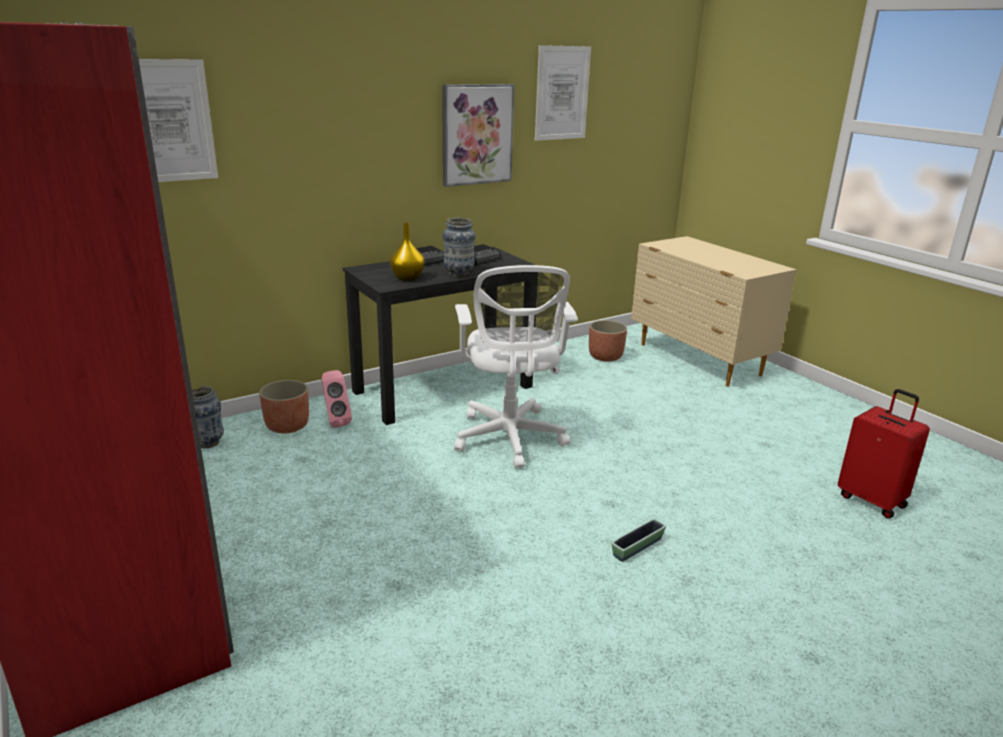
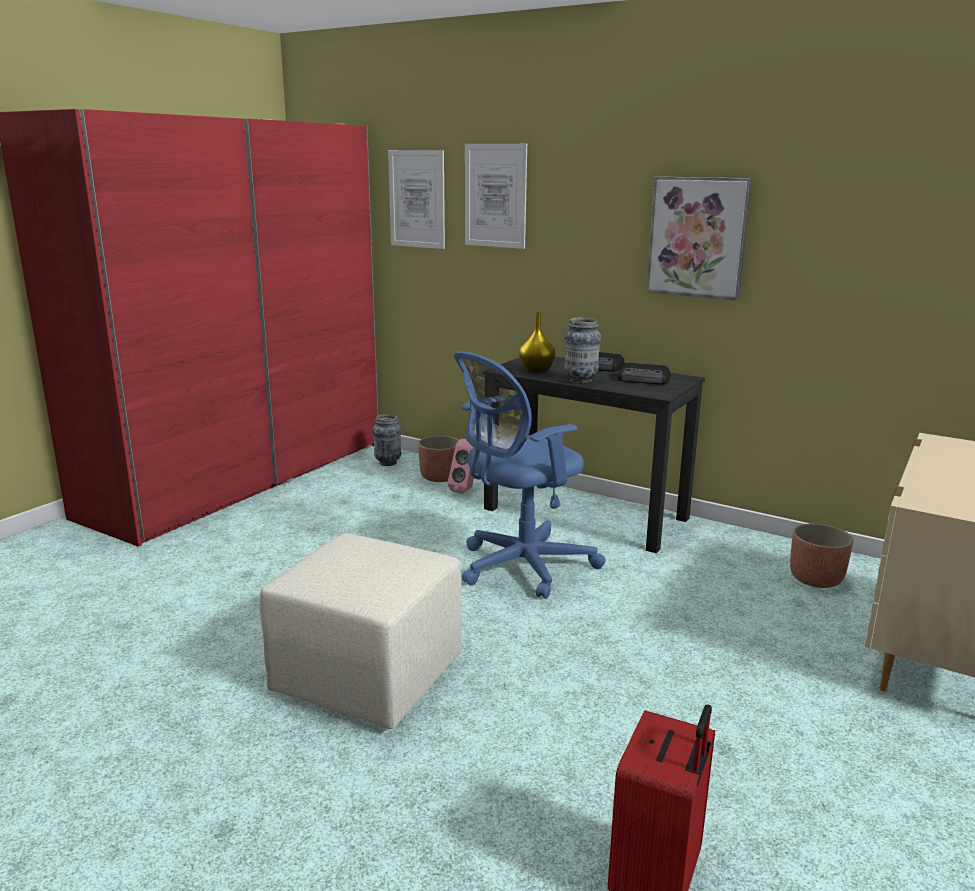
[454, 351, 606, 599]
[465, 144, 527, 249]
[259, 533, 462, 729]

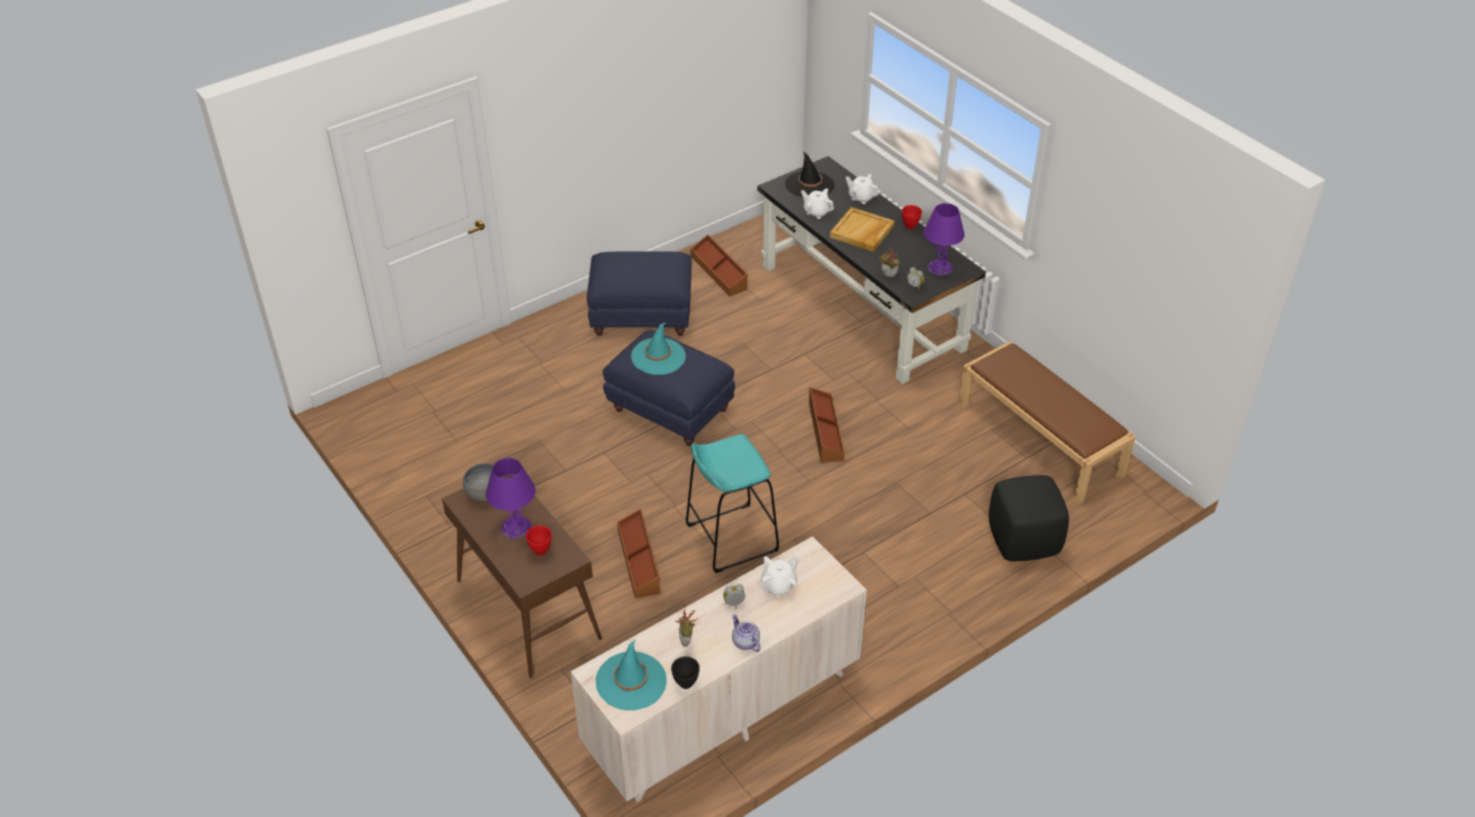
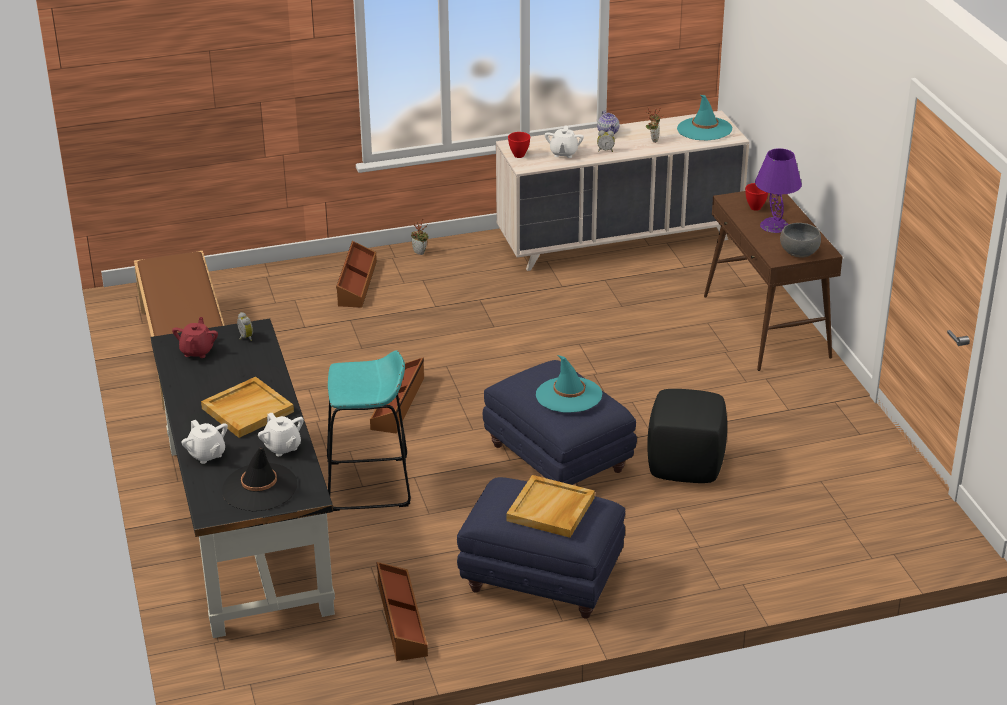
[336, 241, 377, 308]
[671, 656, 700, 689] (first image)
[327, 350, 411, 511]
[545, 126, 584, 158]
[411, 218, 429, 255]
[508, 132, 530, 158]
[172, 317, 218, 358]
[647, 389, 727, 483]
[506, 475, 595, 538]

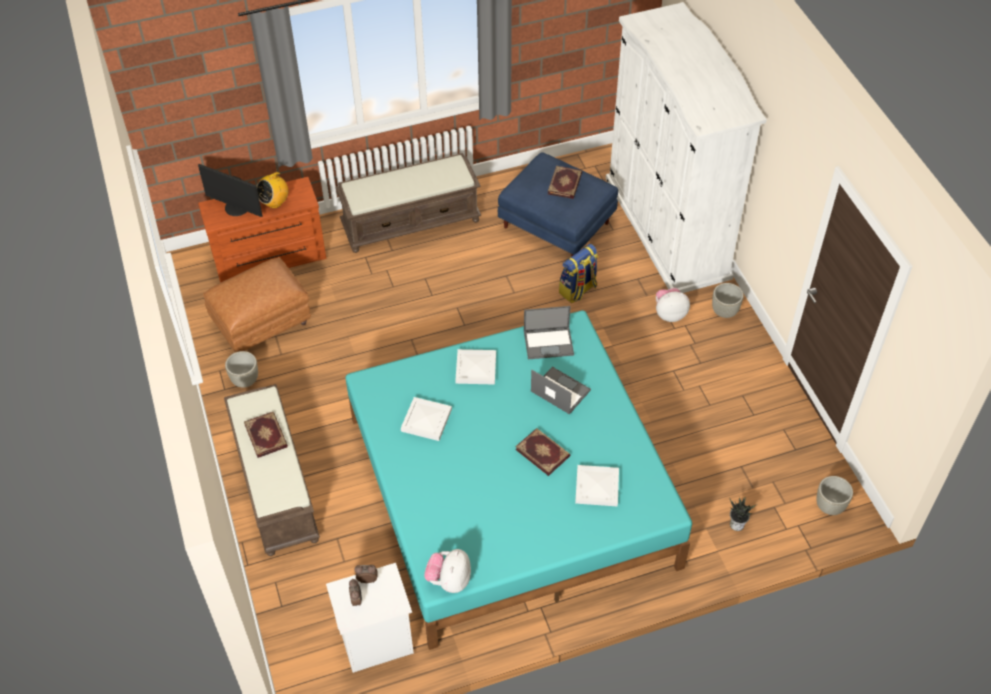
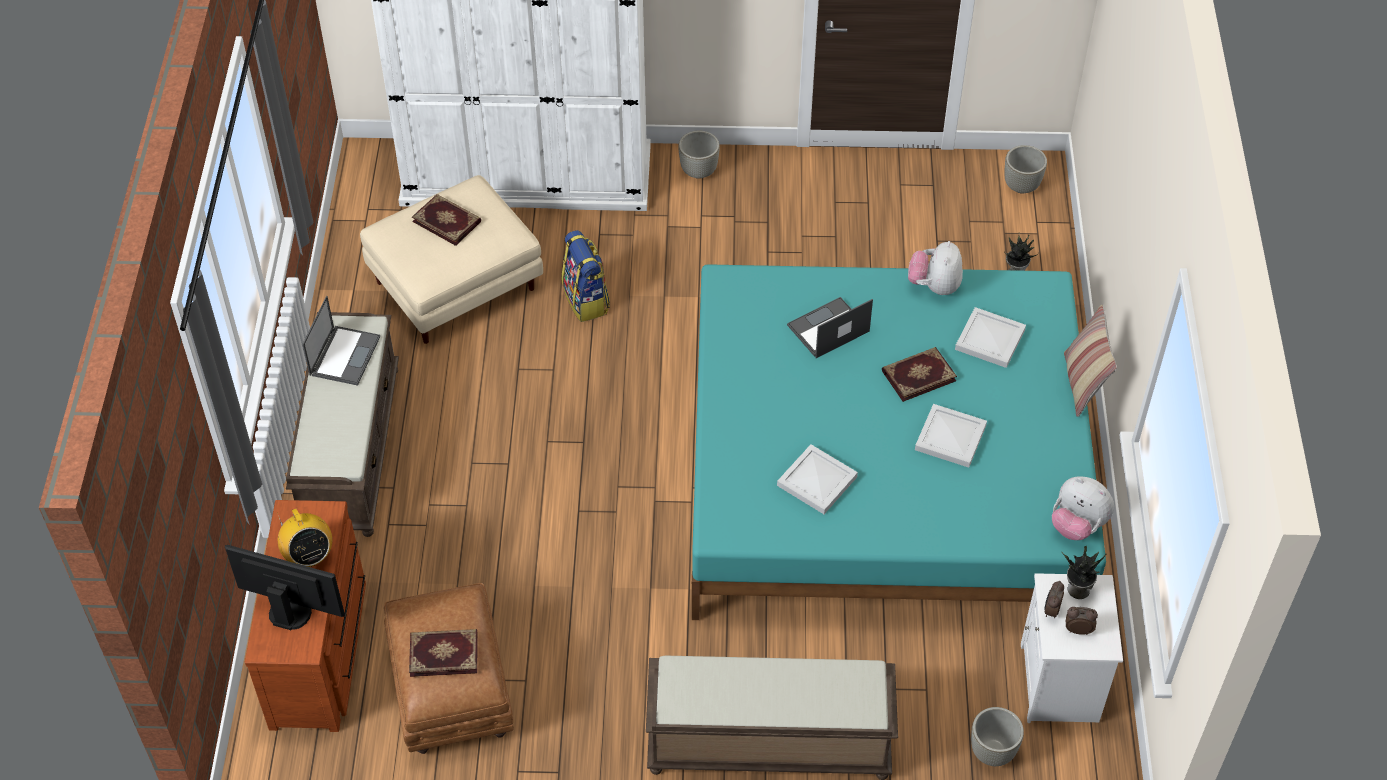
[225, 545, 345, 630]
[971, 707, 1024, 766]
[409, 629, 478, 677]
[915, 404, 987, 468]
[360, 175, 543, 344]
[302, 296, 380, 386]
[908, 241, 963, 295]
[1061, 546, 1106, 599]
[1064, 304, 1117, 417]

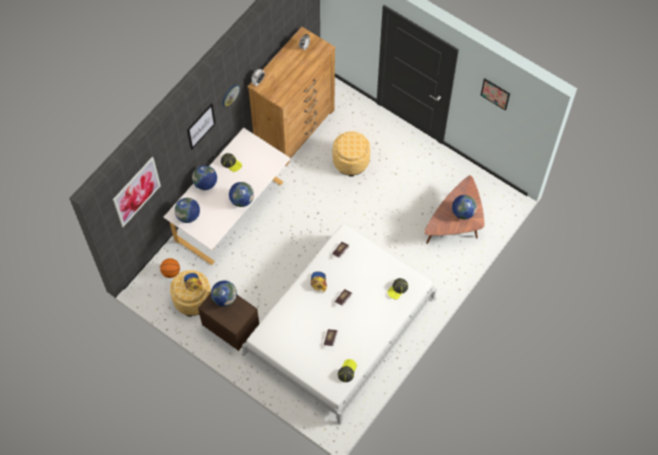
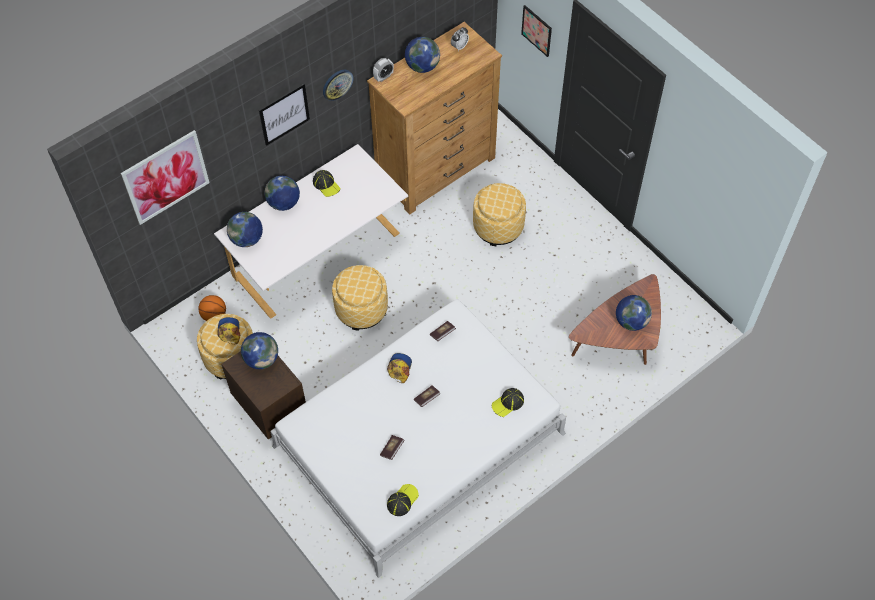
[405, 37, 440, 73]
[521, 5, 552, 57]
[332, 265, 388, 331]

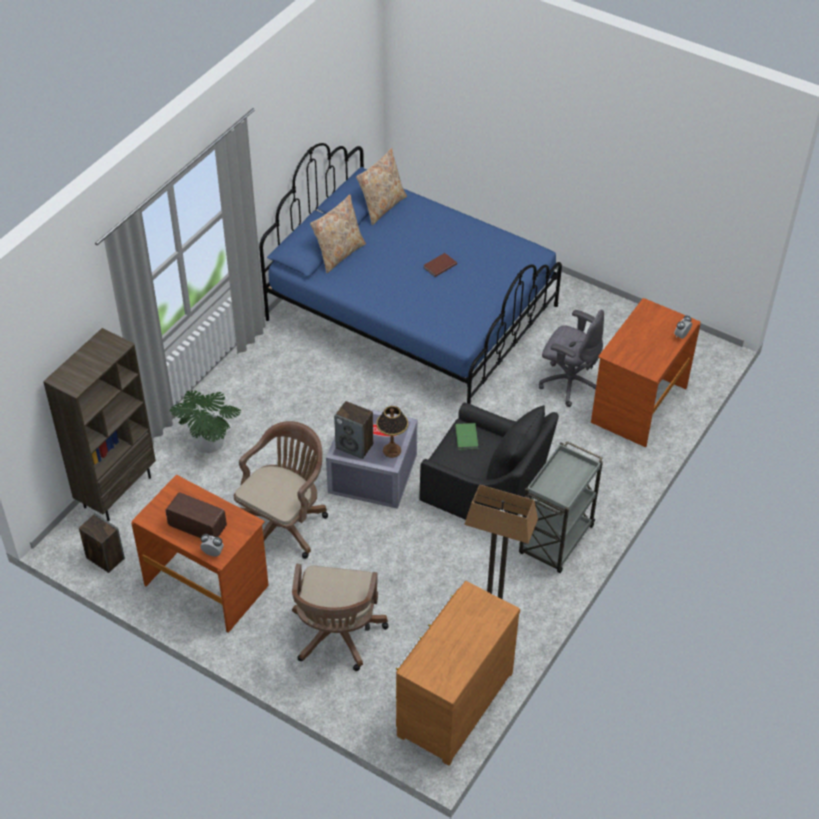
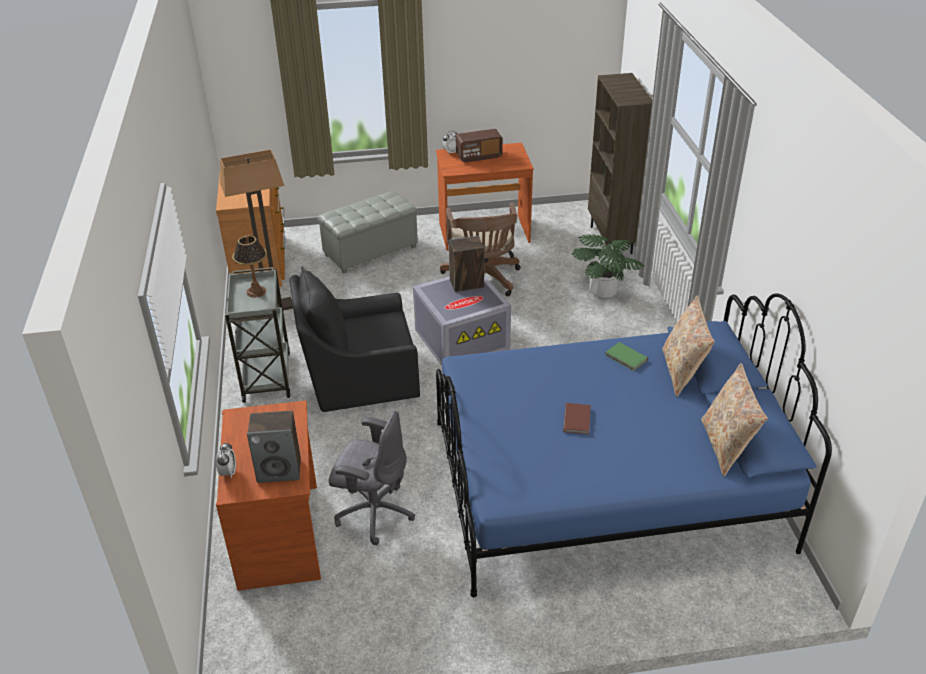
[247, 411, 301, 483]
[318, 191, 418, 273]
[232, 235, 267, 298]
[605, 342, 648, 371]
[328, 411, 415, 545]

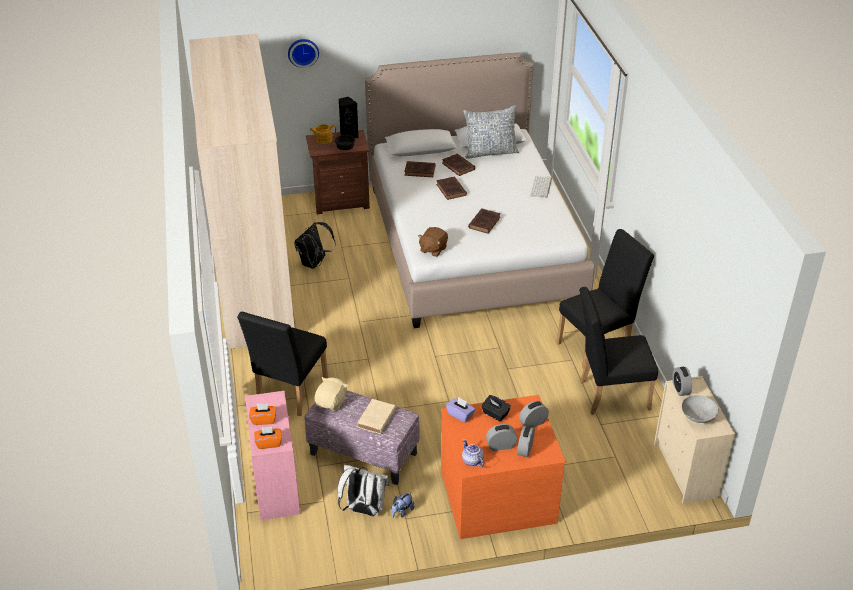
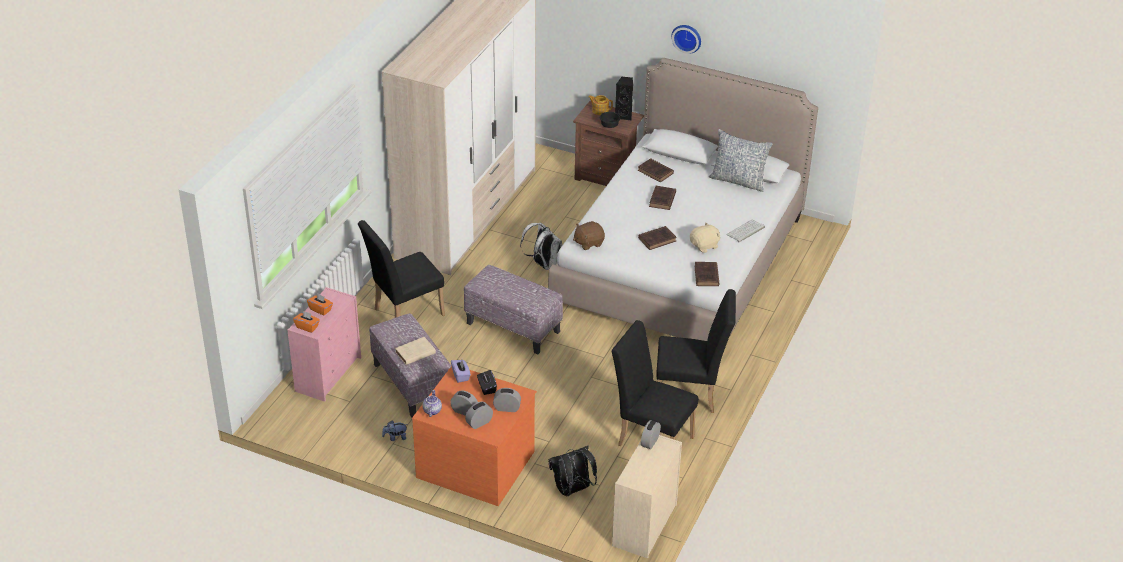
[671, 25, 701, 54]
[549, 446, 597, 497]
[690, 222, 720, 253]
[520, 222, 562, 270]
[695, 262, 719, 286]
[682, 395, 719, 423] (first image)
[464, 265, 563, 355]

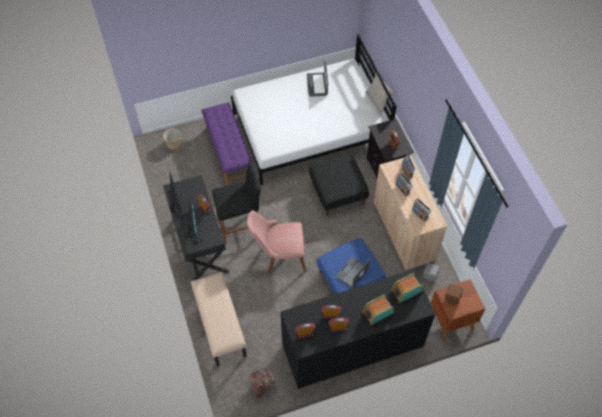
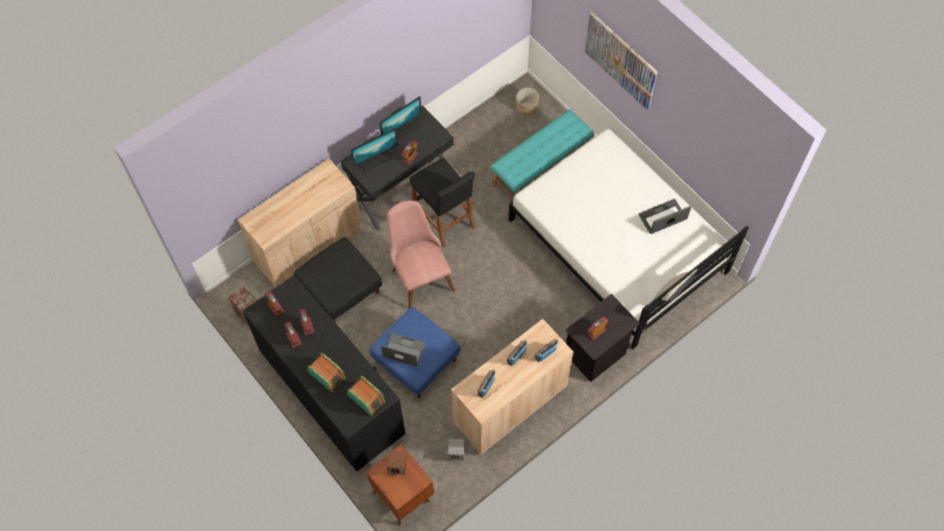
[238, 158, 362, 288]
[490, 109, 595, 198]
[294, 237, 382, 323]
[585, 12, 658, 110]

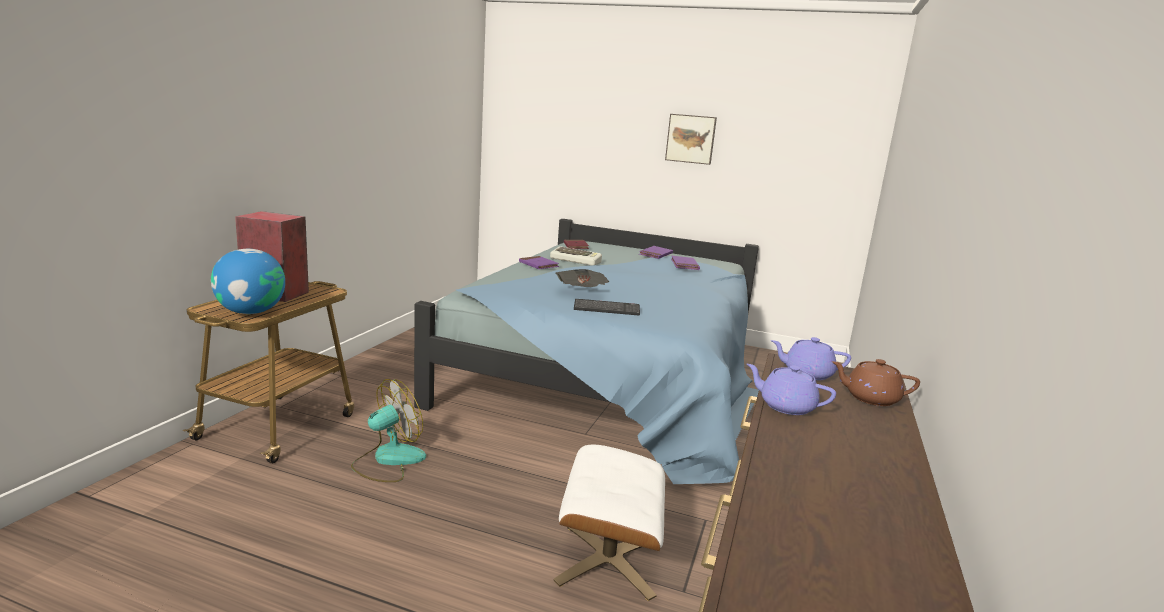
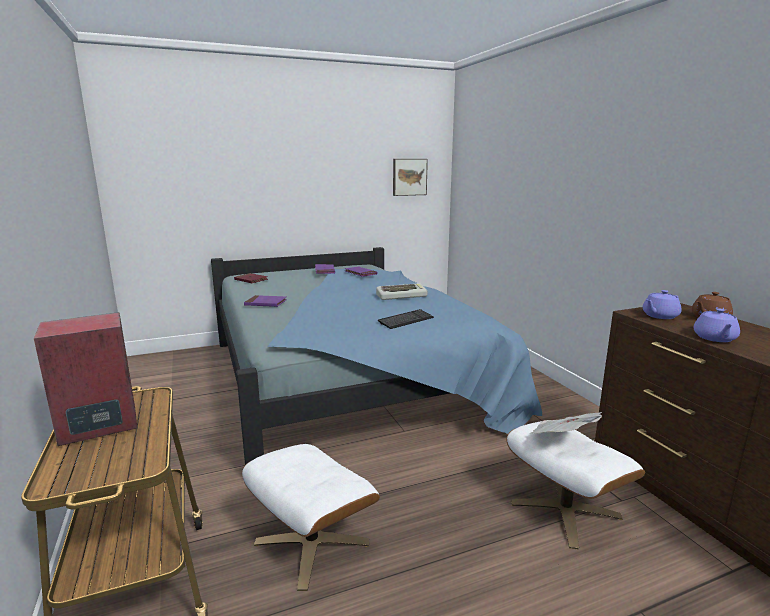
[211, 249, 285, 314] (first image)
[242, 444, 380, 591]
[376, 283, 428, 300]
[529, 412, 602, 434]
[393, 159, 428, 196]
[694, 308, 740, 342]

